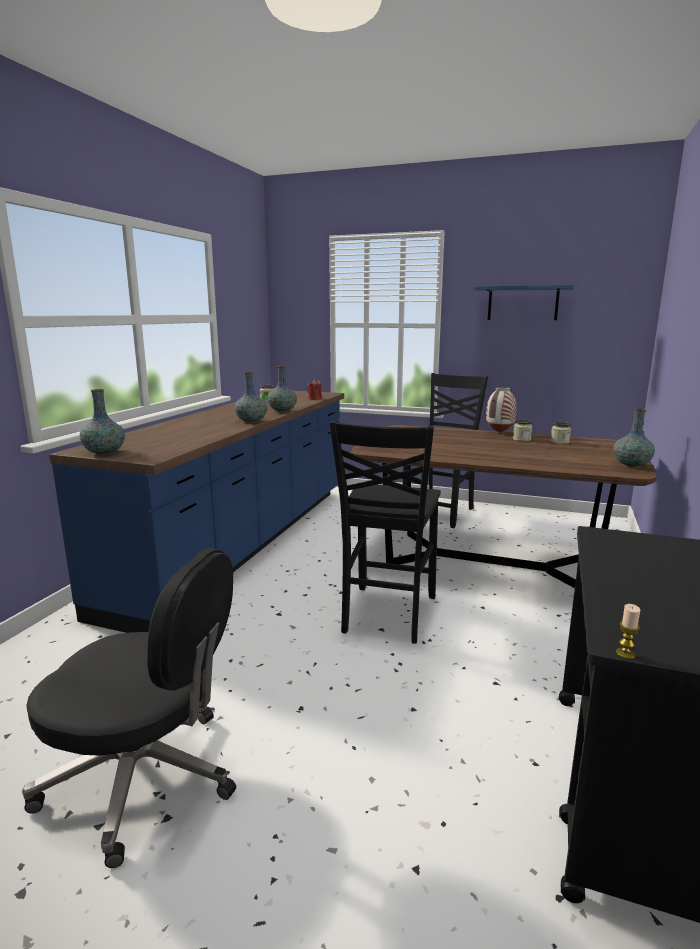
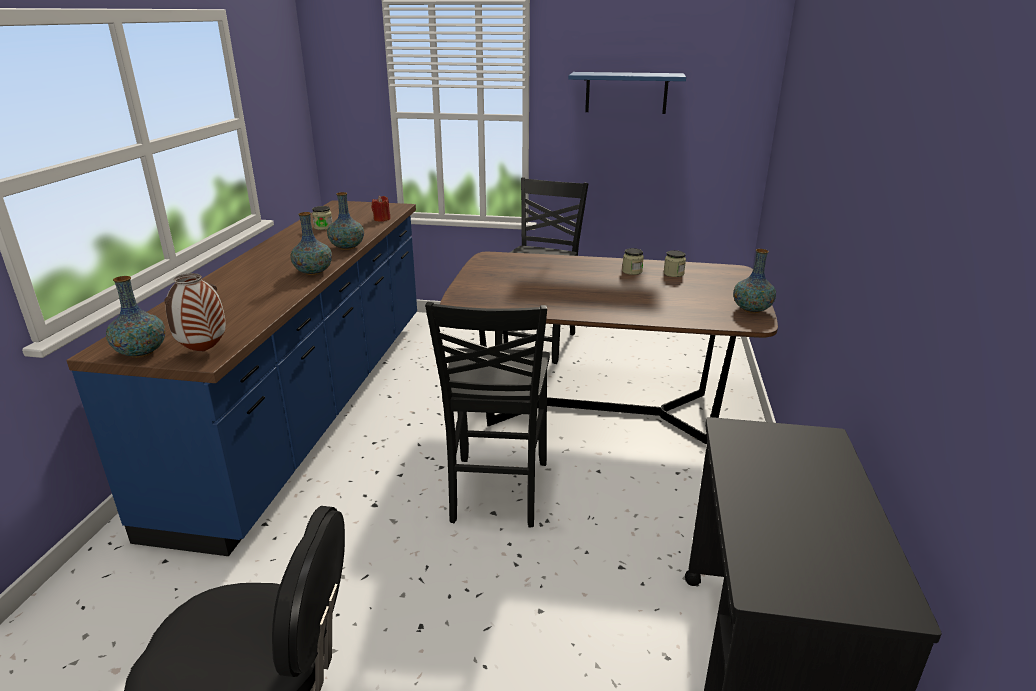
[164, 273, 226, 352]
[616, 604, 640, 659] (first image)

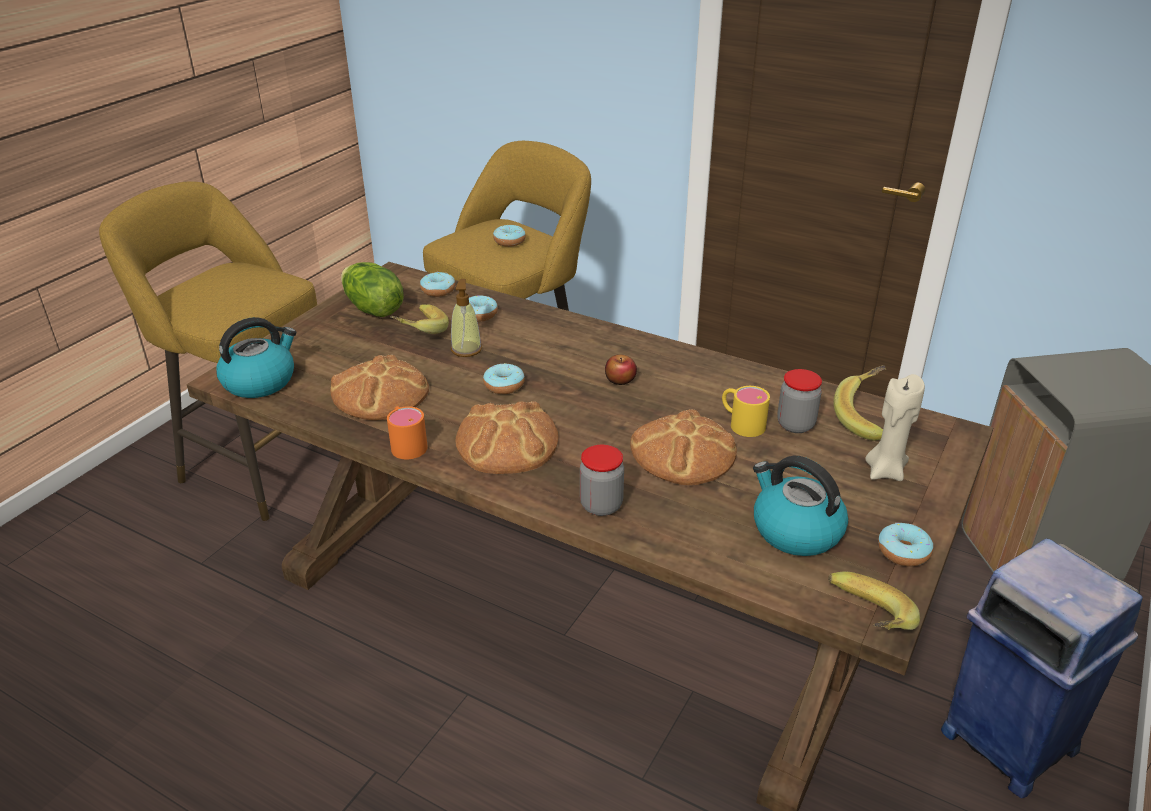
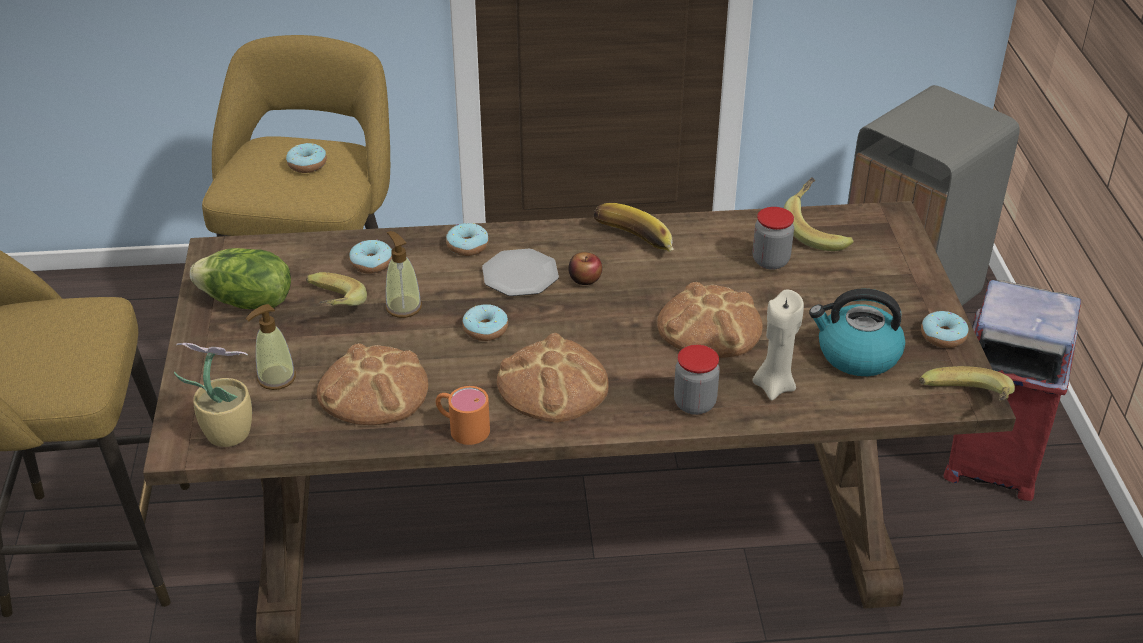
[174, 343, 252, 447]
[446, 223, 489, 256]
[722, 386, 770, 437] (first image)
[753, 289, 804, 401]
[944, 280, 1081, 501]
[245, 304, 296, 390]
[482, 249, 559, 296]
[594, 203, 674, 252]

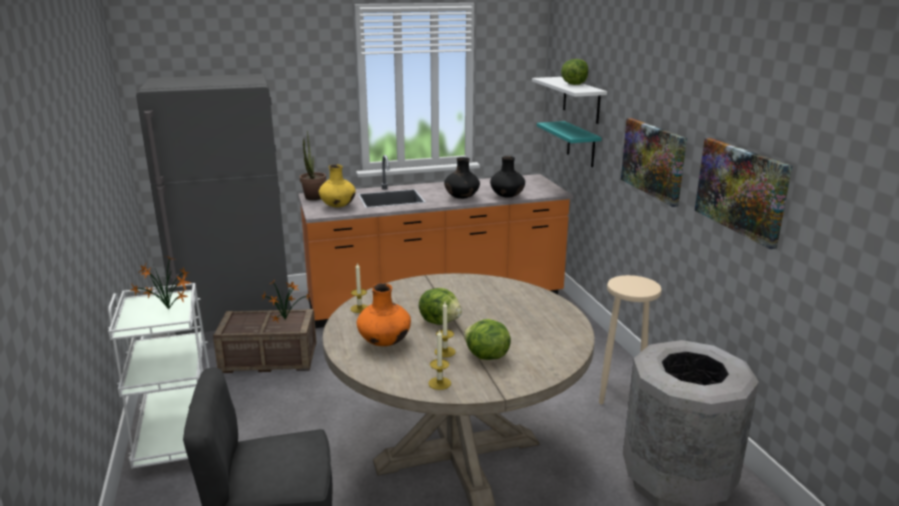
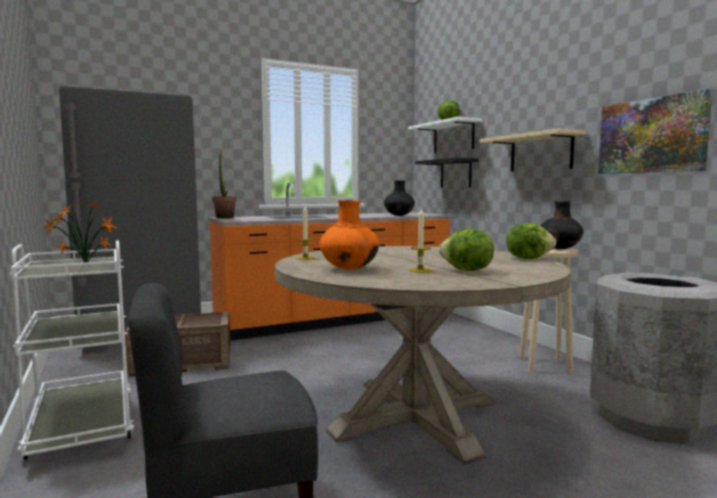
[261, 281, 310, 322] (first image)
[318, 164, 356, 207] (first image)
[506, 223, 556, 259]
[428, 329, 451, 390] (first image)
[541, 201, 584, 249]
[415, 158, 479, 187]
[480, 129, 586, 171]

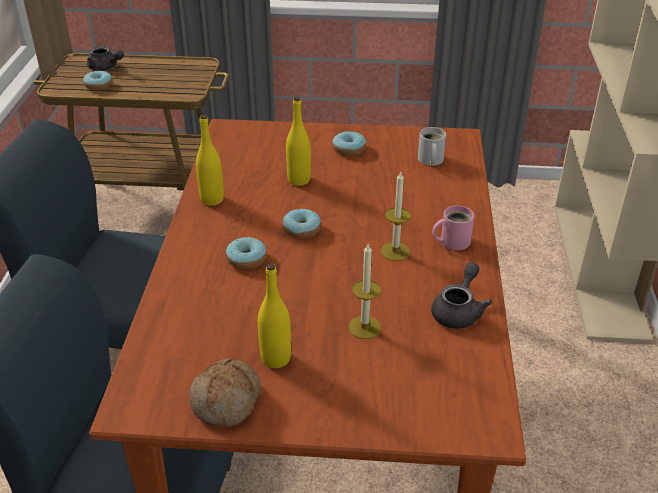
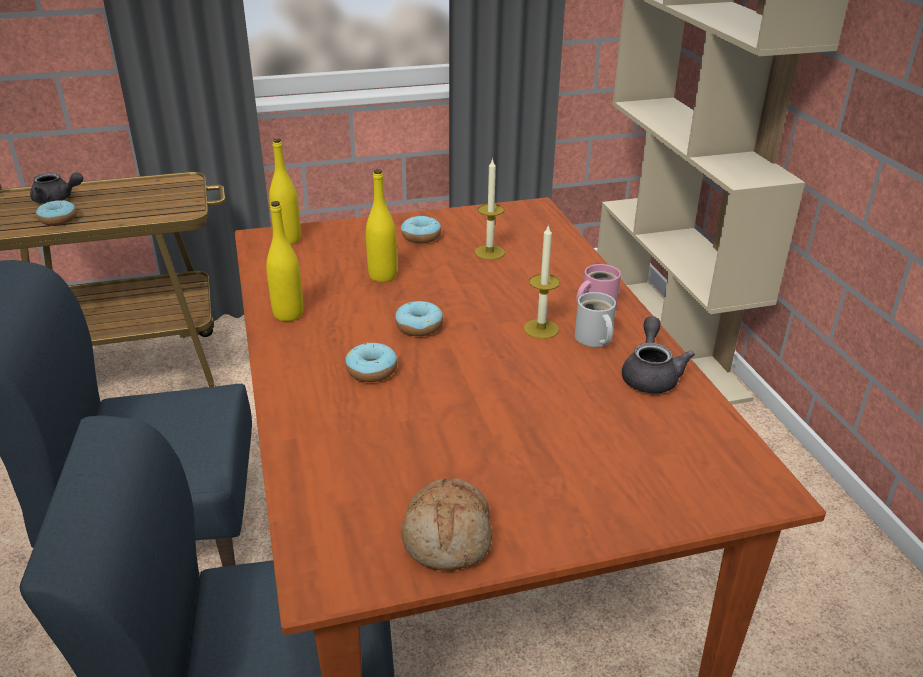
[269, 138, 301, 245]
[475, 158, 505, 260]
[575, 292, 616, 347]

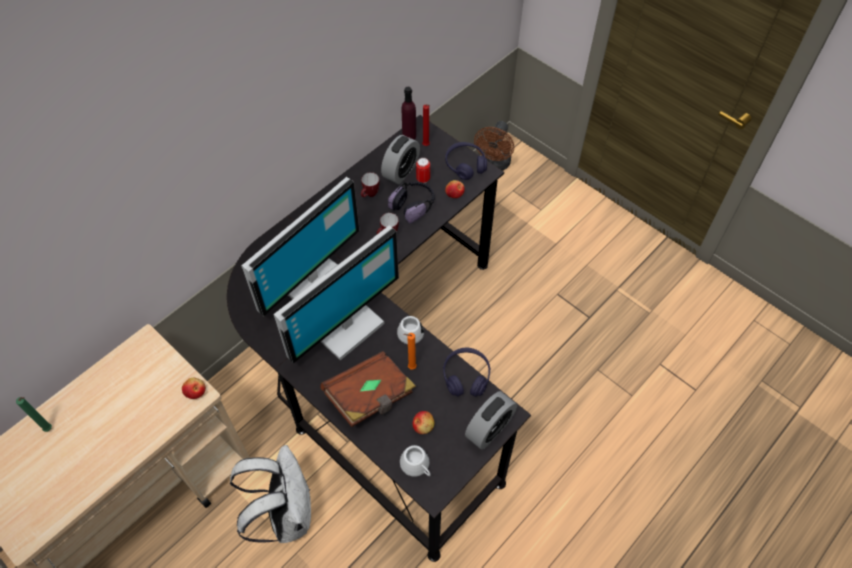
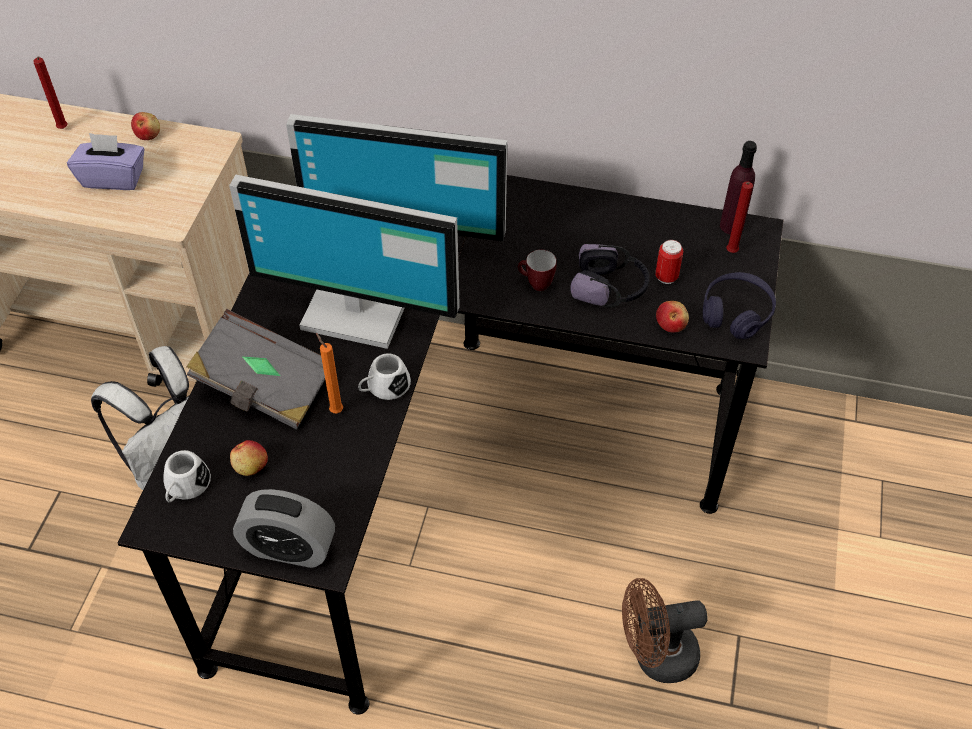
[33, 56, 68, 129]
[131, 112, 160, 140]
[186, 309, 325, 430]
[361, 172, 380, 197] (first image)
[381, 135, 420, 184] (first image)
[443, 348, 490, 397] (first image)
[622, 578, 708, 683]
[67, 133, 145, 190]

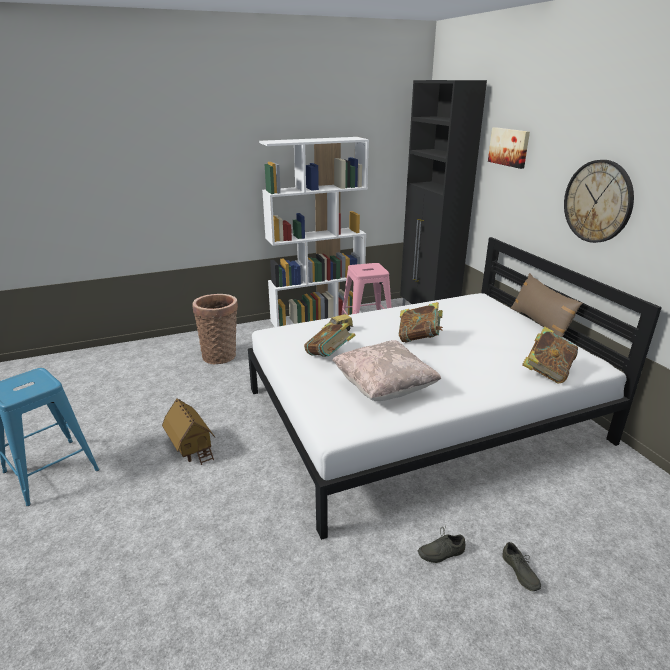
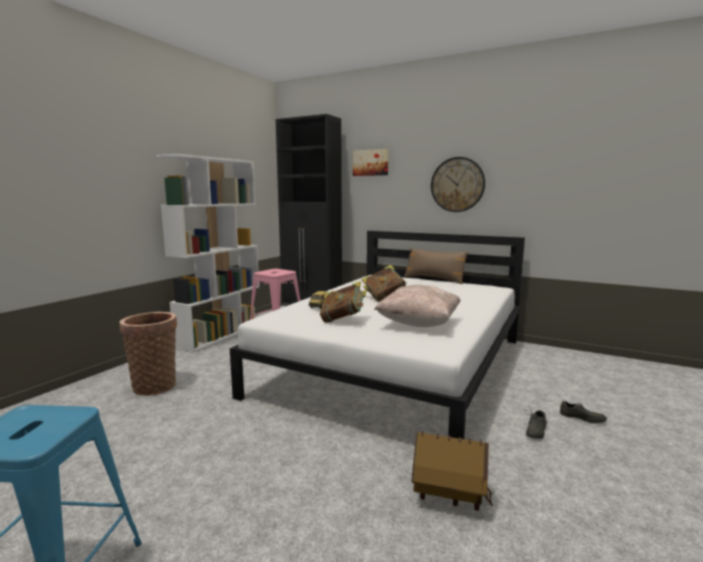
[412, 431, 493, 511]
[522, 326, 578, 384] (first image)

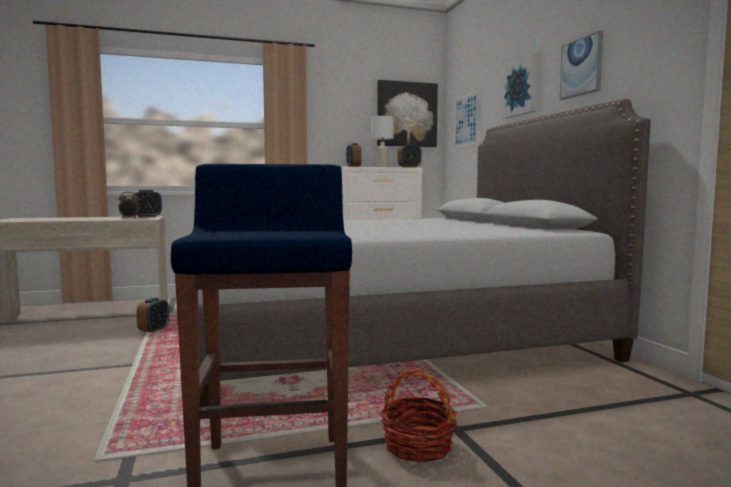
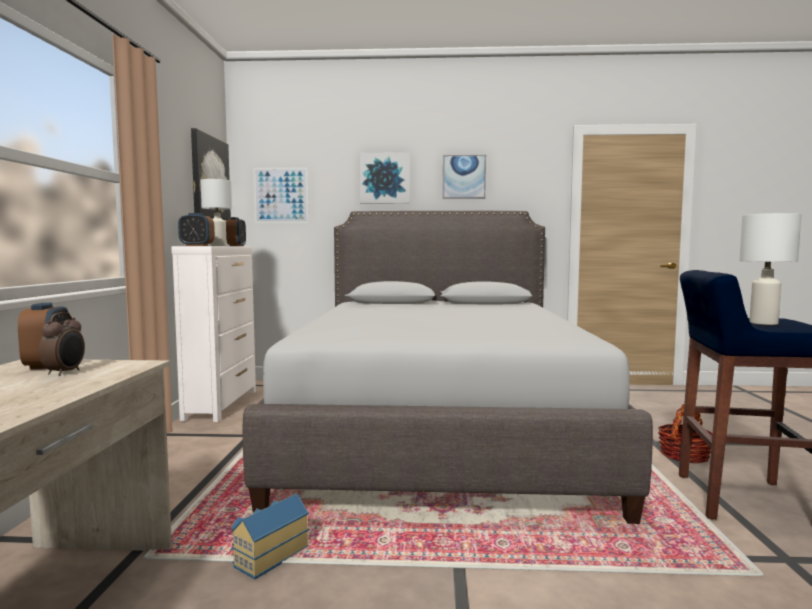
[231, 493, 309, 579]
[740, 213, 801, 325]

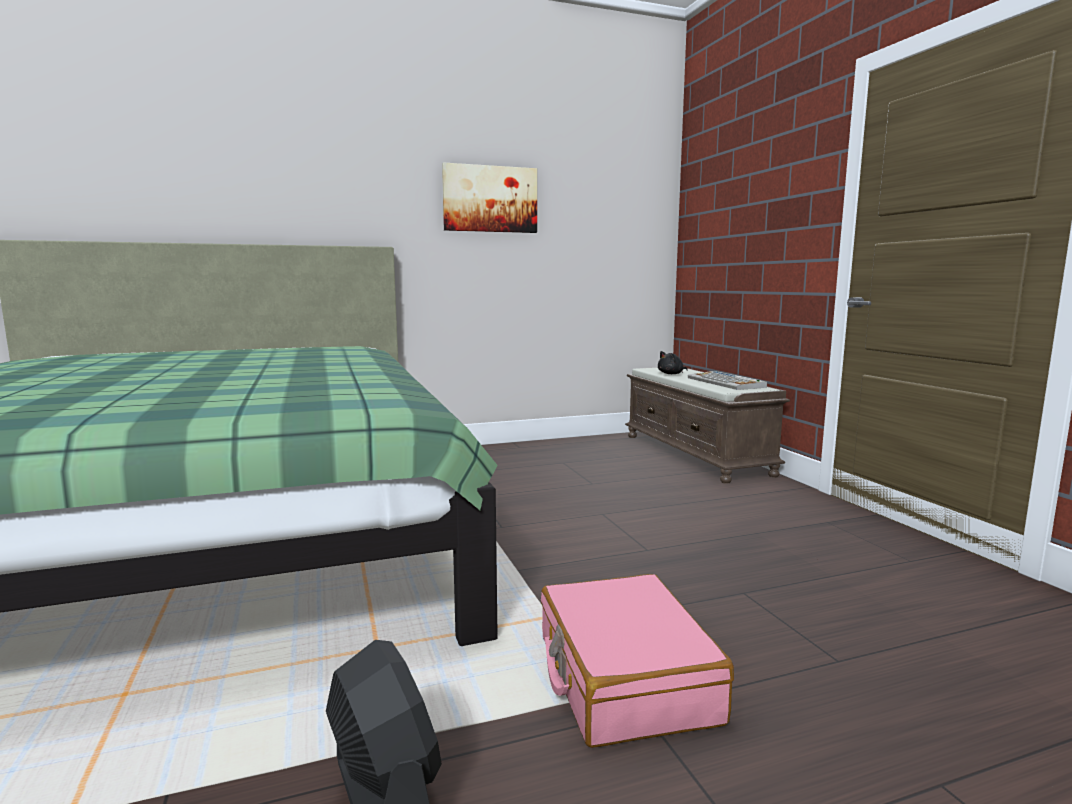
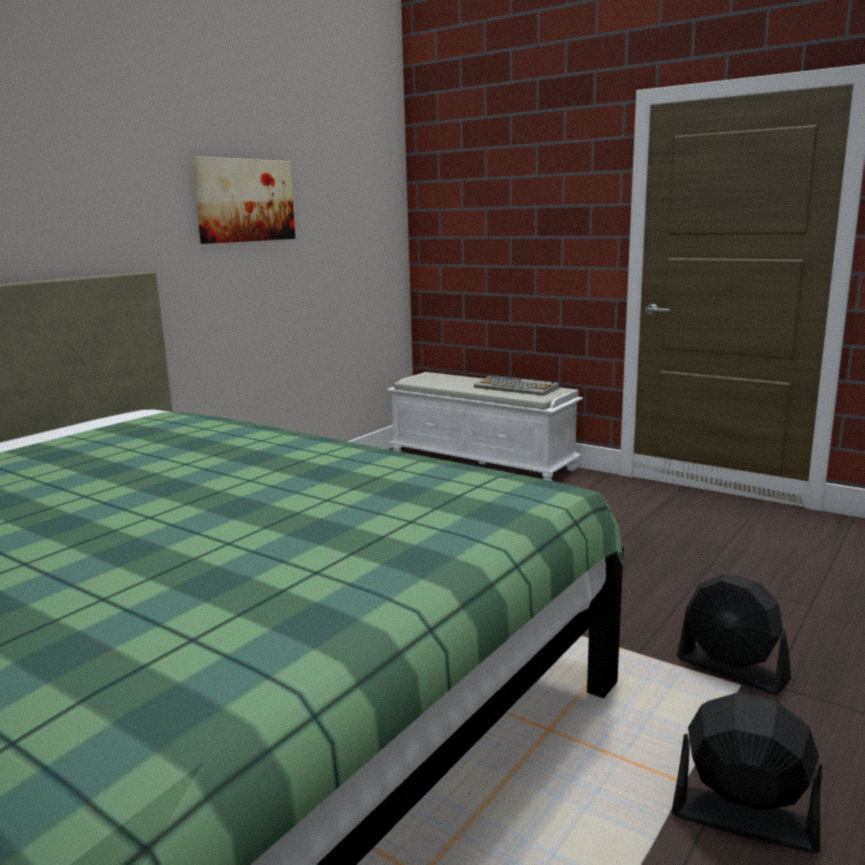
[677, 574, 791, 695]
[386, 372, 583, 481]
[658, 351, 688, 374] (first image)

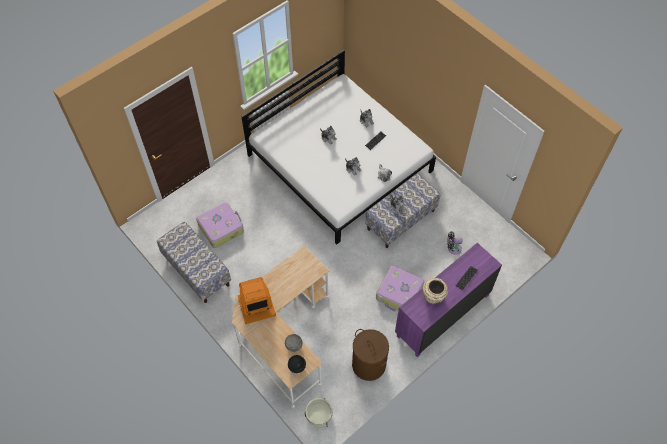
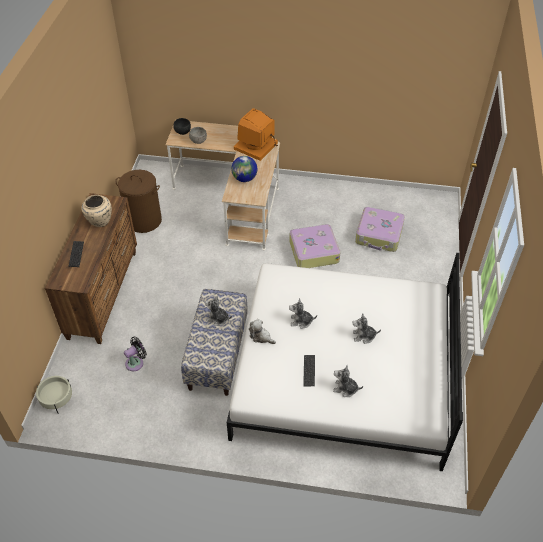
[157, 222, 231, 303] (first image)
[36, 376, 72, 413]
[289, 224, 341, 268]
[45, 193, 137, 344]
[231, 156, 257, 182]

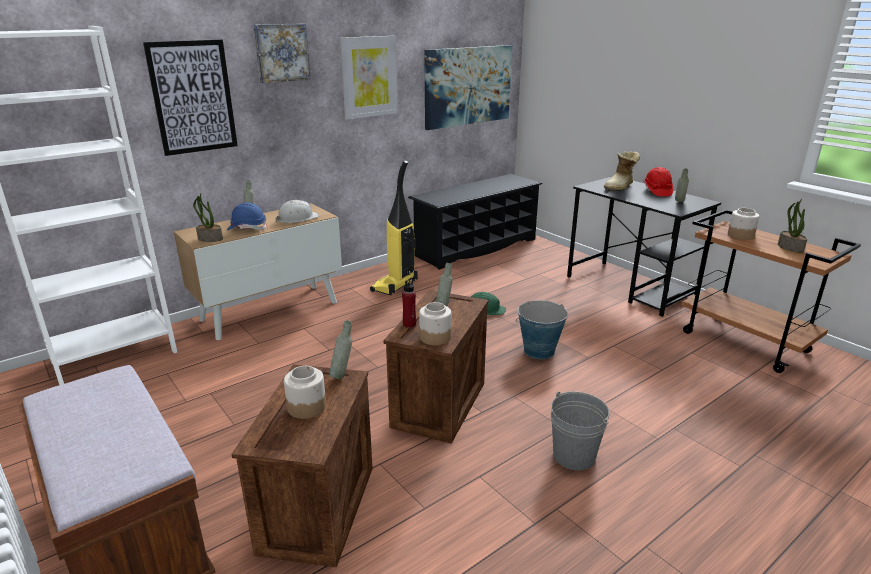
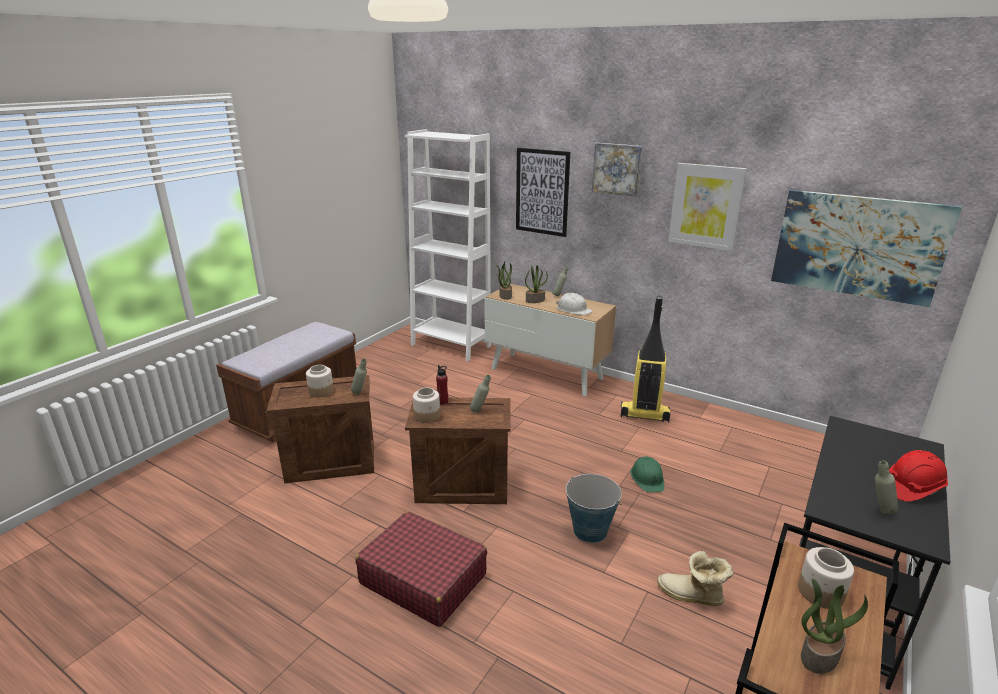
[525, 265, 548, 303]
[408, 174, 543, 270] (first image)
[355, 511, 487, 627]
[657, 551, 734, 606]

